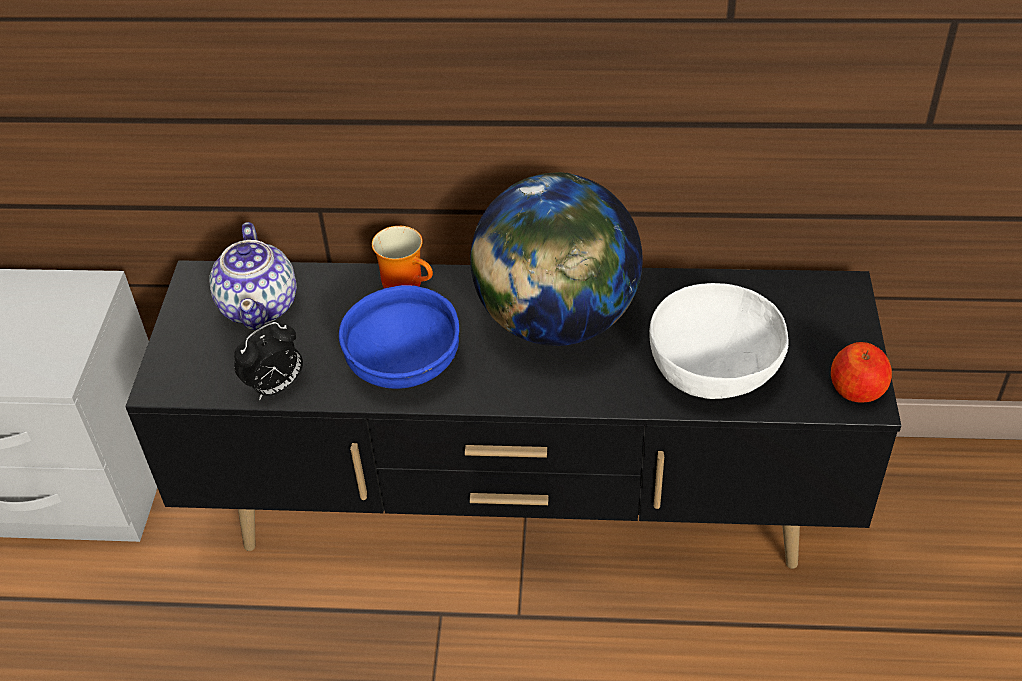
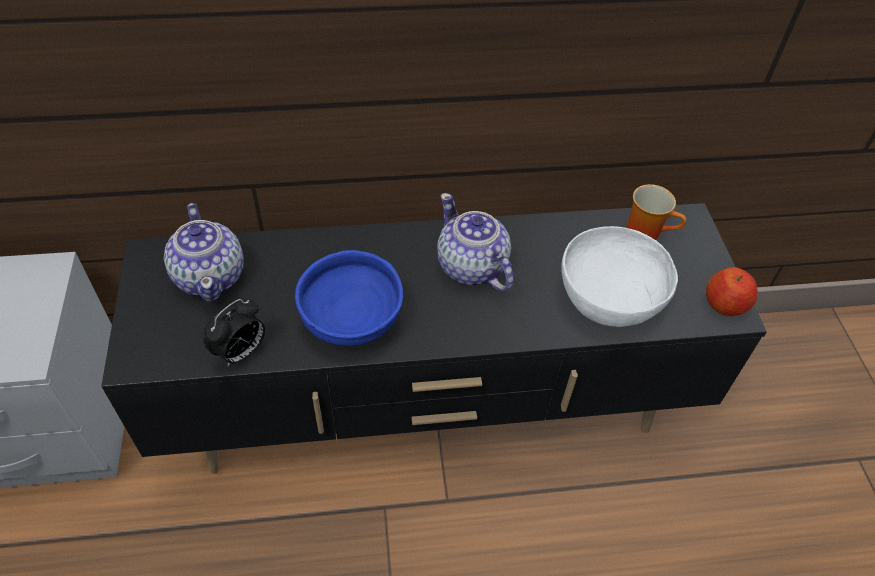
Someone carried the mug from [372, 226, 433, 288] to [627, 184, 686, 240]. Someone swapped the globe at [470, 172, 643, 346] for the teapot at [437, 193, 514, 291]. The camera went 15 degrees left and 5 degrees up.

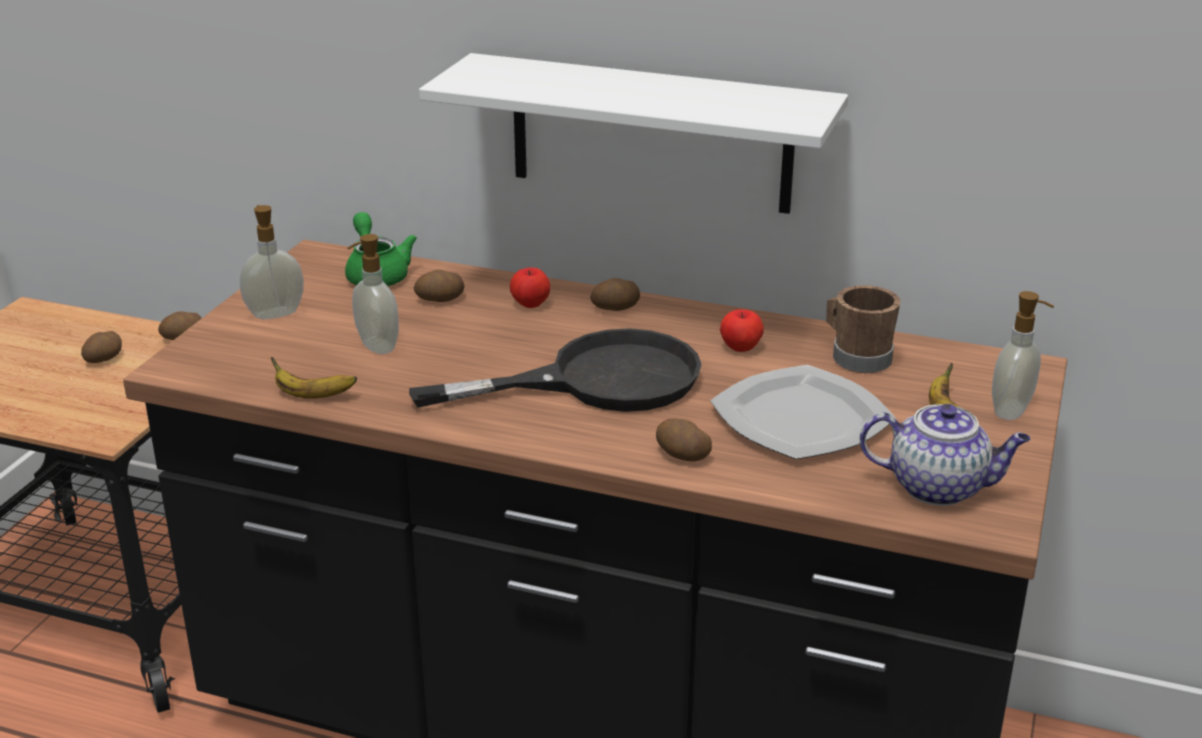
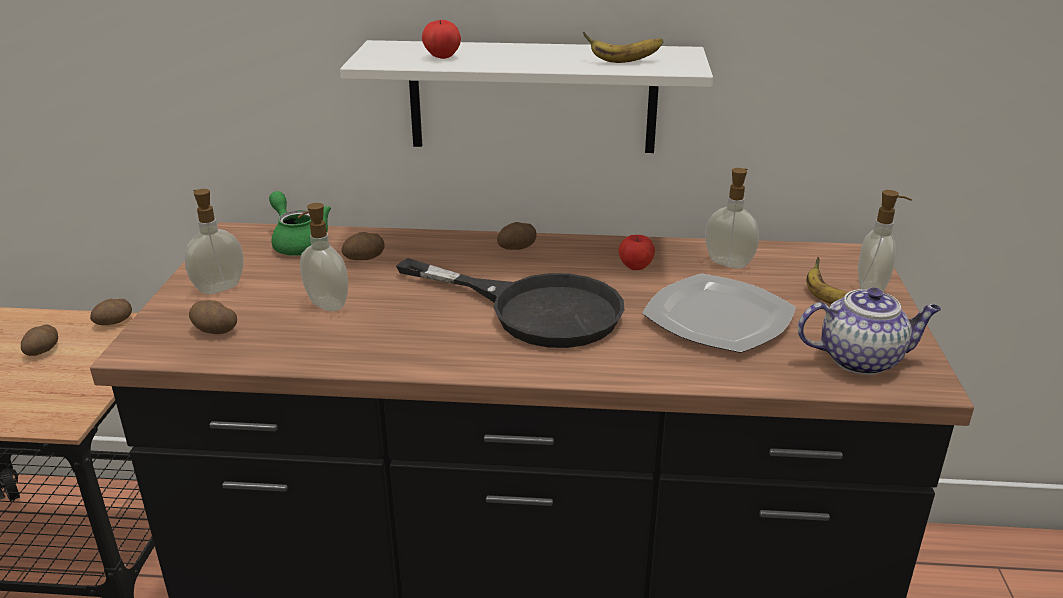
Someone carried the banana from [271, 357, 357, 399] to [583, 32, 663, 63]. Someone carried the apple from [510, 267, 550, 308] to [422, 20, 461, 59]. Someone carried the potato from [656, 418, 712, 461] to [189, 300, 237, 334]. Someone swapped the brown_mug at [826, 285, 901, 373] for the soap_dispenser at [705, 168, 759, 269]. Someone rotated the black_frying_pan at [409, 328, 702, 412] by 60 degrees clockwise. The camera went 15 degrees left and 0 degrees up.

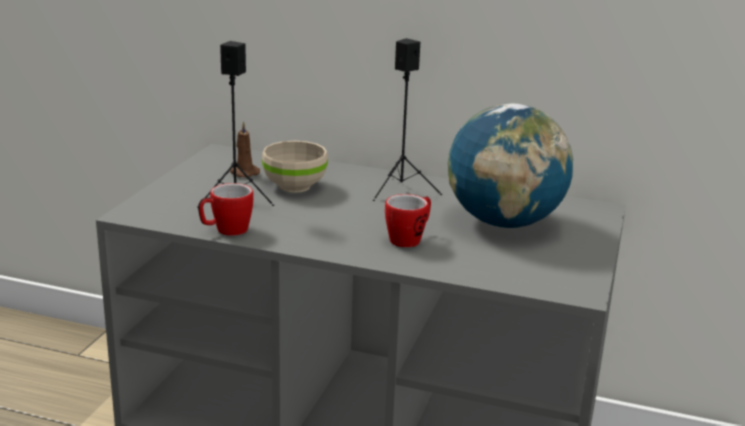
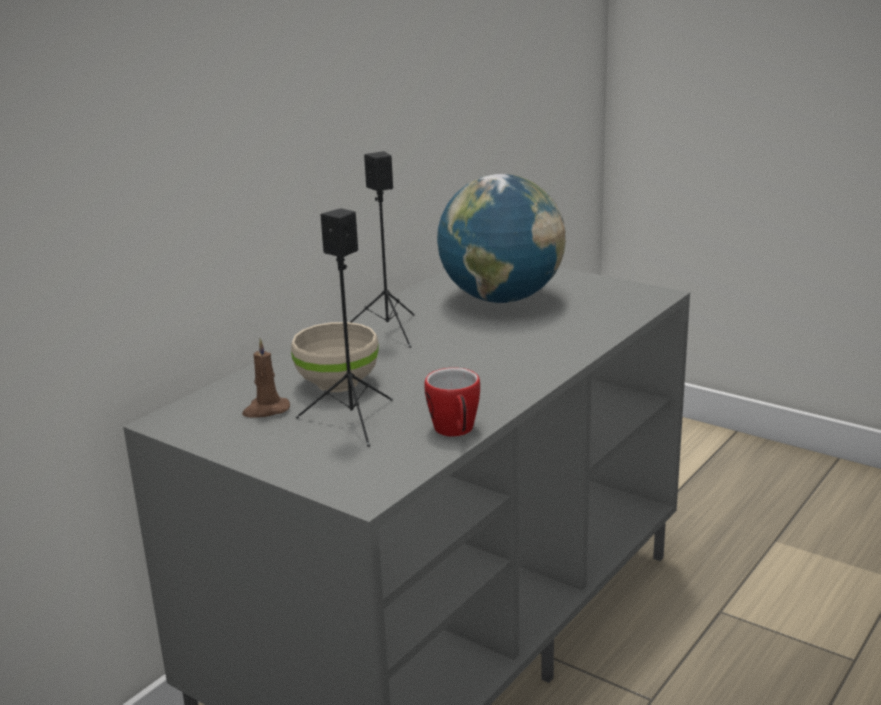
Someone took away the mug at [385, 194, 431, 247]. The camera went 70 degrees left and 0 degrees up.

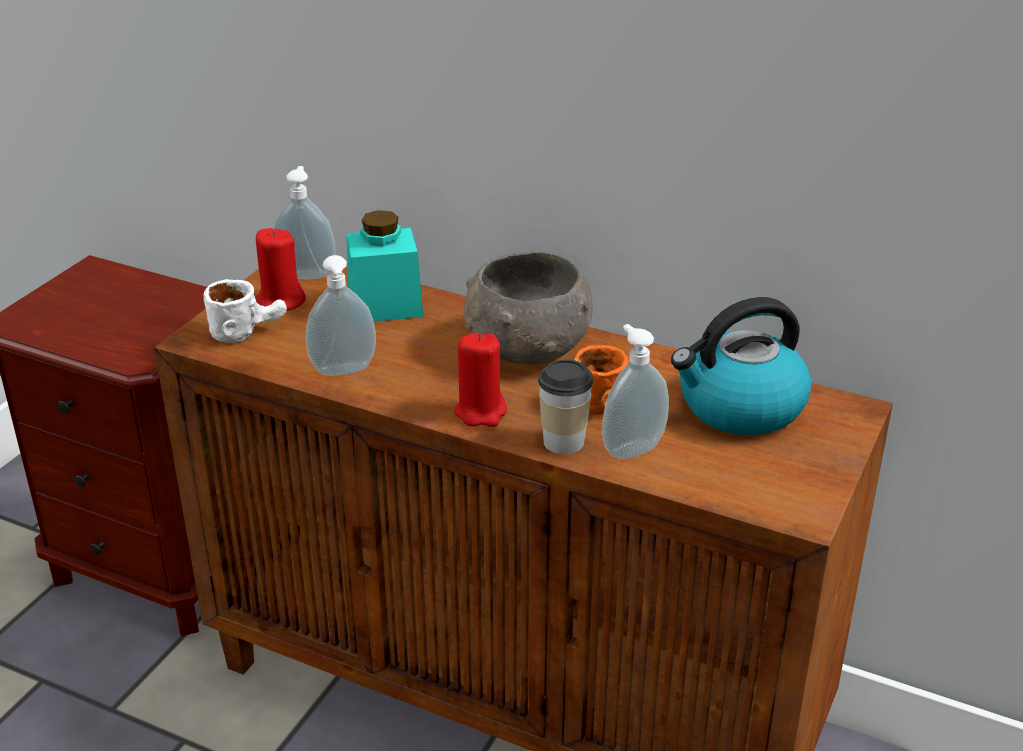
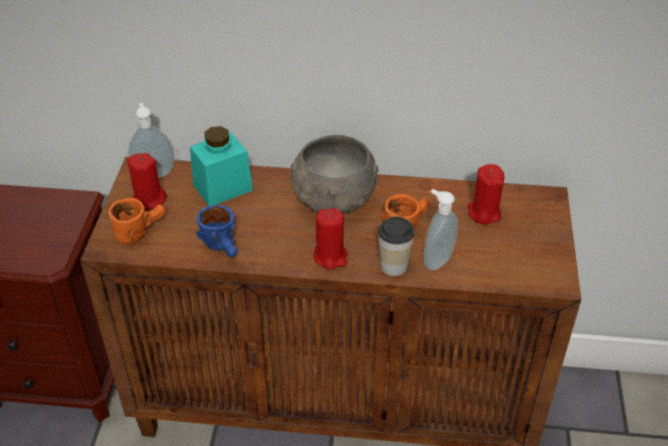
Someone swapped the soap_dispenser at [306, 255, 376, 376] for the blue_mug at [196, 205, 237, 257]. Someone swapped the kettle at [671, 297, 811, 435] for the red_candle at [468, 164, 505, 225]. Someone repainted the white_mug at [203, 279, 287, 343], which became the orange_mug at [108, 198, 166, 244]. The camera went 20 degrees left and 10 degrees up.

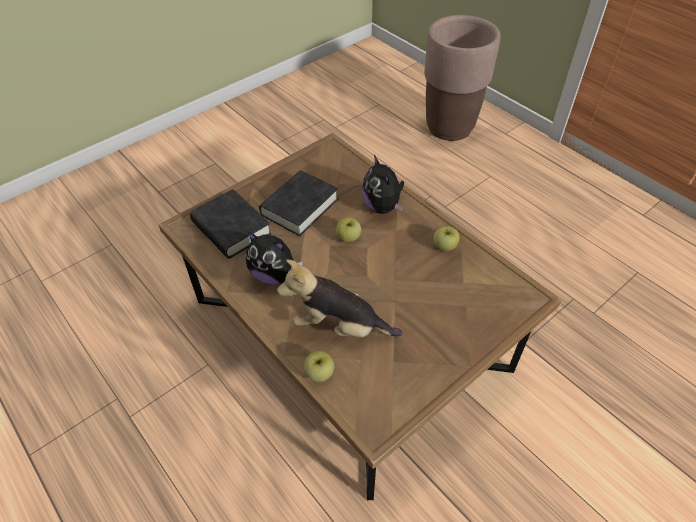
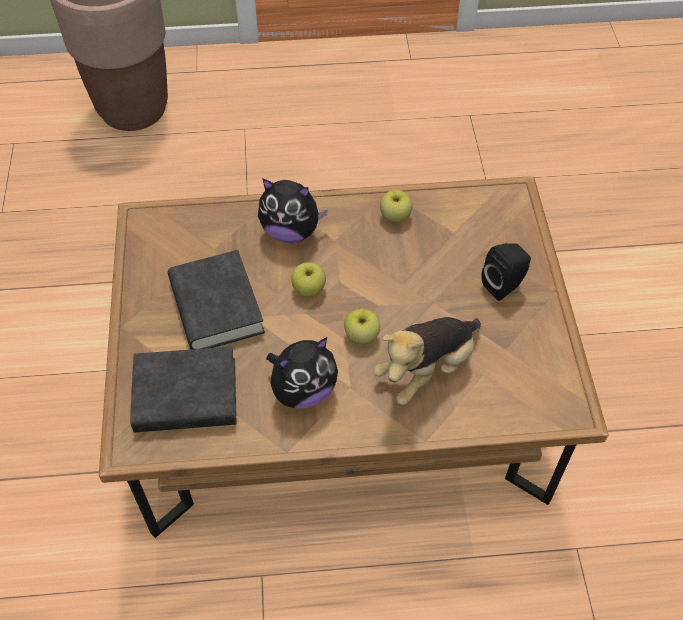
Someone put down the black_speaker at [481, 243, 531, 301]. Someone carried the apple from [304, 351, 334, 382] to [344, 309, 380, 344]. The camera went 55 degrees left and 5 degrees up.

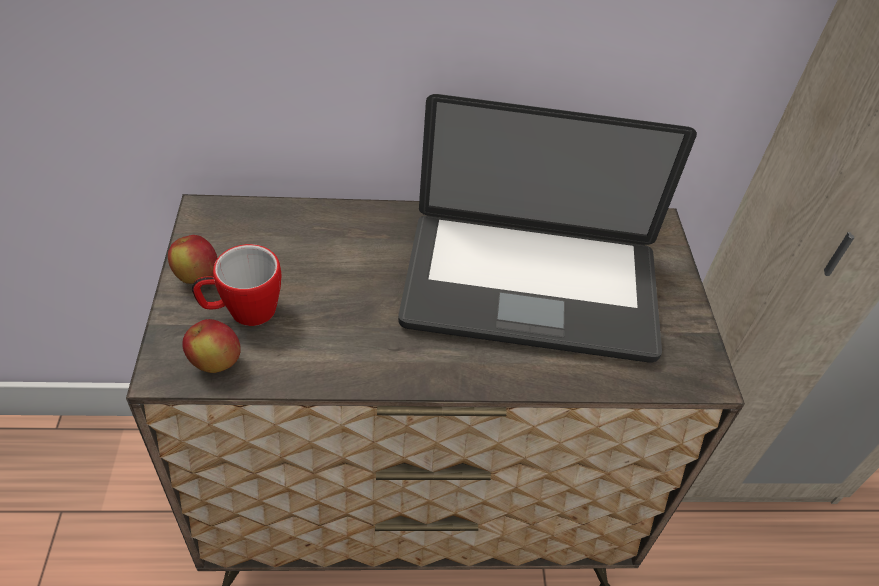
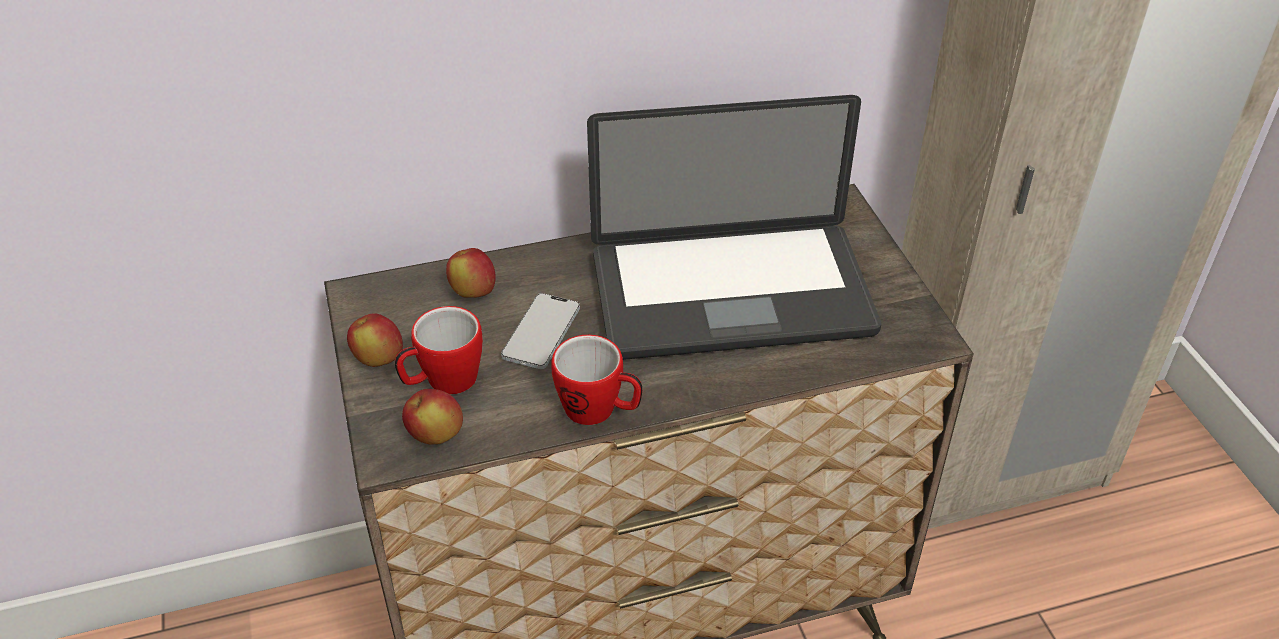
Someone put down the apple at [446, 248, 496, 298]. Someone put down the phone at [501, 293, 580, 369]. Someone put down the mug at [551, 335, 642, 425]. The camera went 10 degrees left and 5 degrees down.

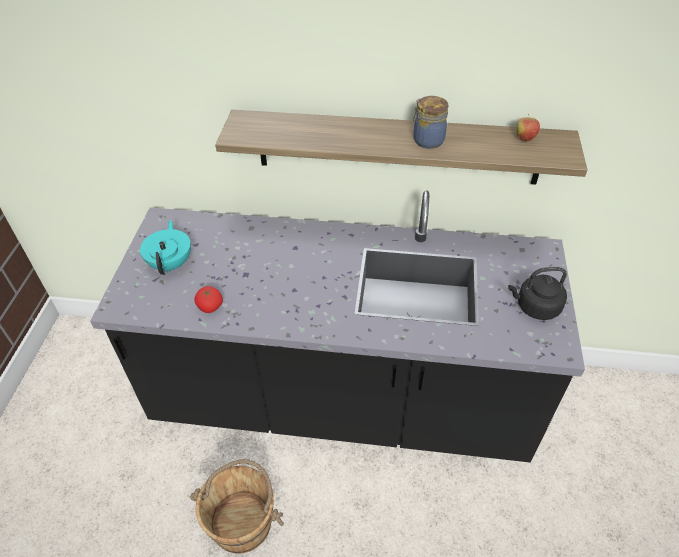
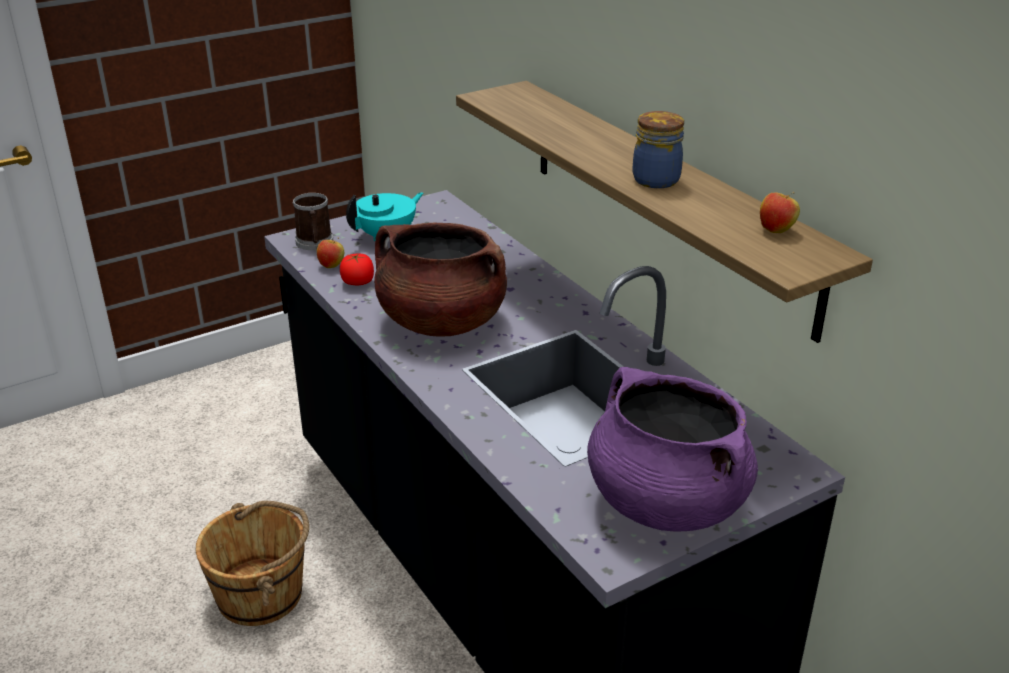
Someone put down the mug at [292, 193, 333, 250]. Someone put down the apple at [317, 238, 344, 268]. Someone put down the brown_cooking_pot at [374, 223, 507, 337]. Someone swapped the black_kettle at [508, 267, 567, 320] for the purple_cooking_pot at [587, 367, 758, 531]. The camera went 50 degrees right and 15 degrees down.

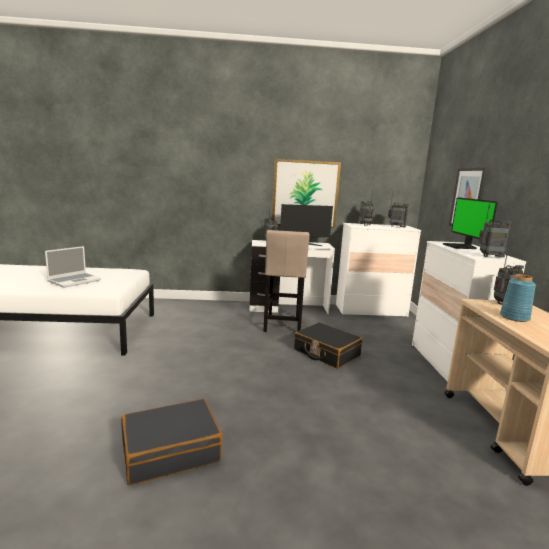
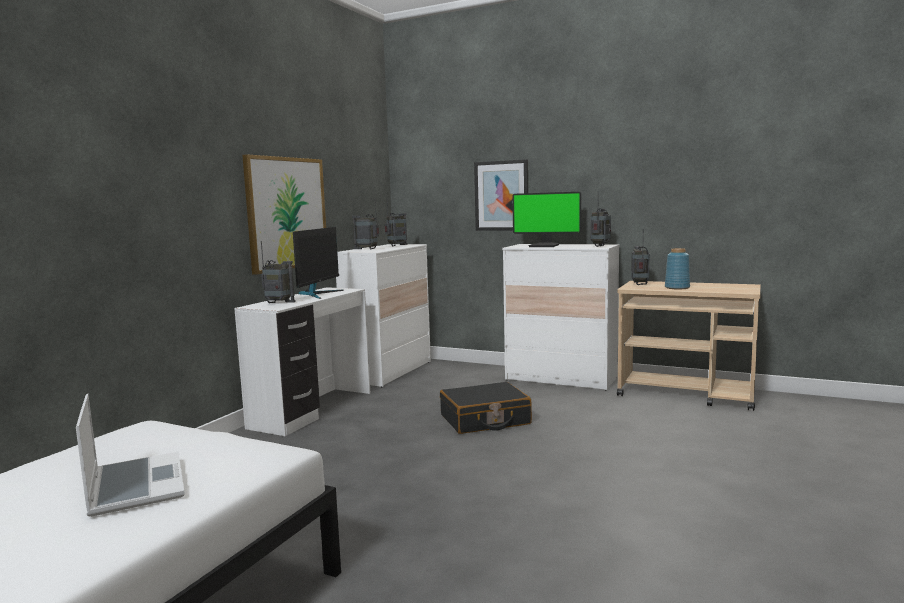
Someone took away the black_suitcase at [121, 399, 222, 485]. Someone took away the beige_stool at [263, 230, 310, 332]. The camera went 60 degrees left and 5 degrees down.

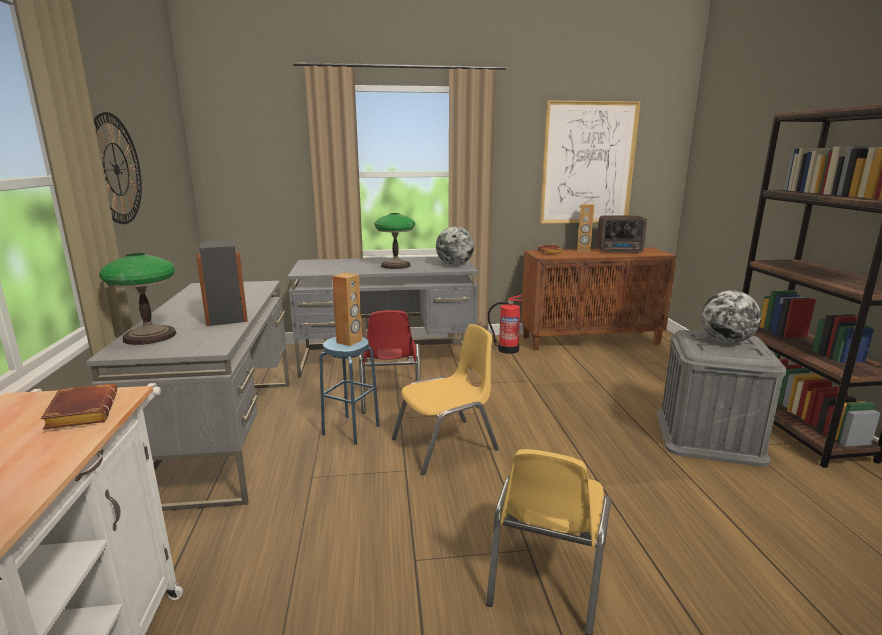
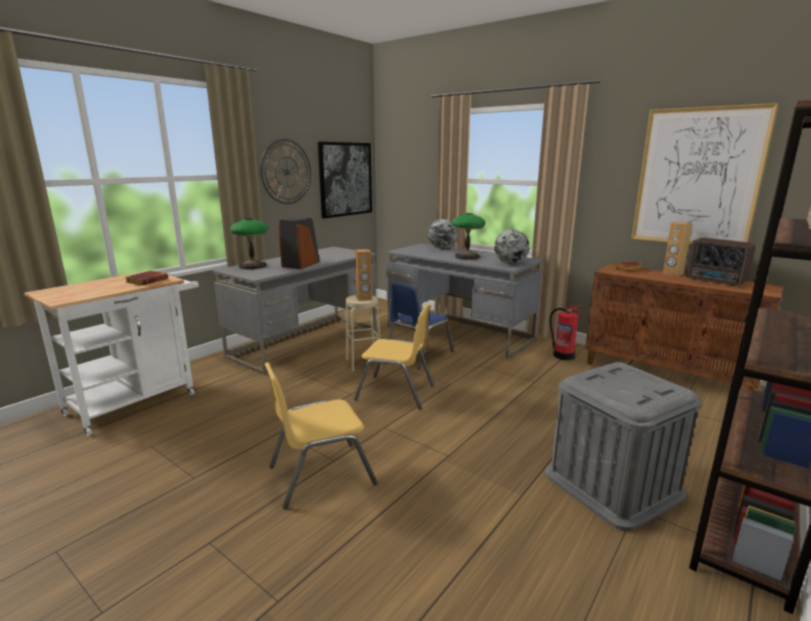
Someone put up the picture at [318, 142, 372, 219]. Someone carried the globe from [701, 290, 761, 343] to [428, 219, 458, 249]. Someone repainted the blue_stool at [319, 337, 380, 445], which became the beige_stool at [345, 295, 382, 371]. Someone repainted the red_chair at [359, 310, 421, 413], which became the blue_chair at [388, 283, 454, 369]. The camera went 45 degrees right and 0 degrees up.

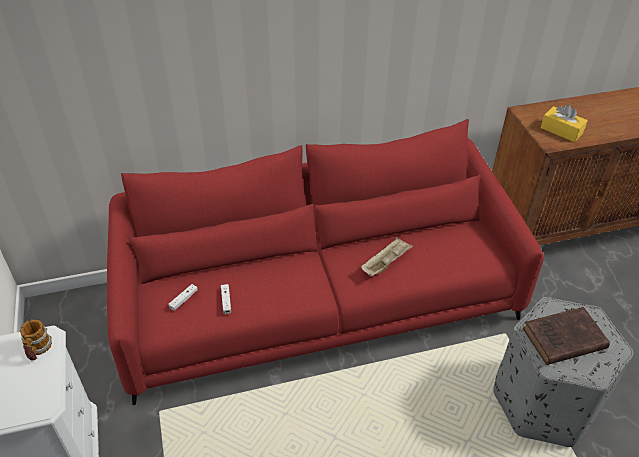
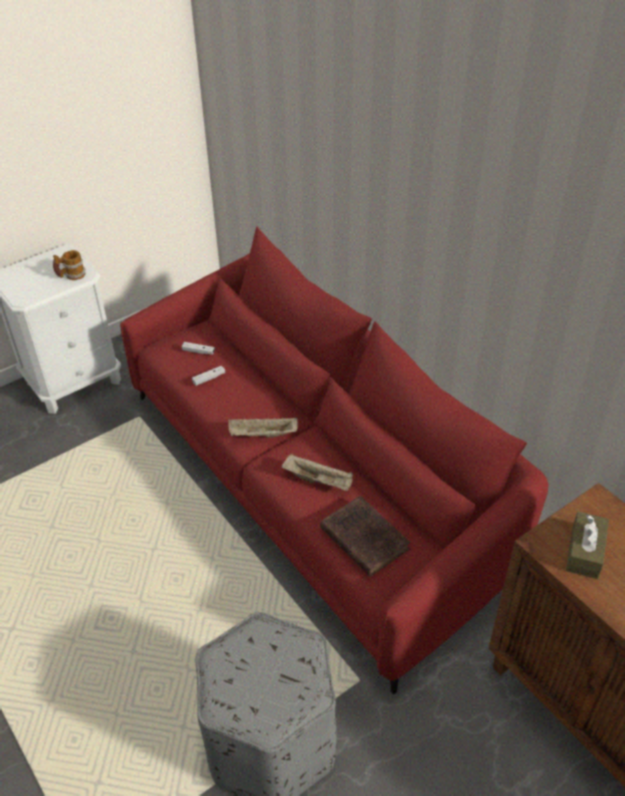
Someone put down the beige_tray at [228, 418, 298, 438]. Someone carried the brown_book from [523, 307, 610, 365] to [320, 496, 410, 577]. Someone repainted the yellow_tissue_box at [541, 104, 588, 142], which became the brown_tissue_box at [566, 511, 609, 579]. The camera went 70 degrees right and 0 degrees up.

